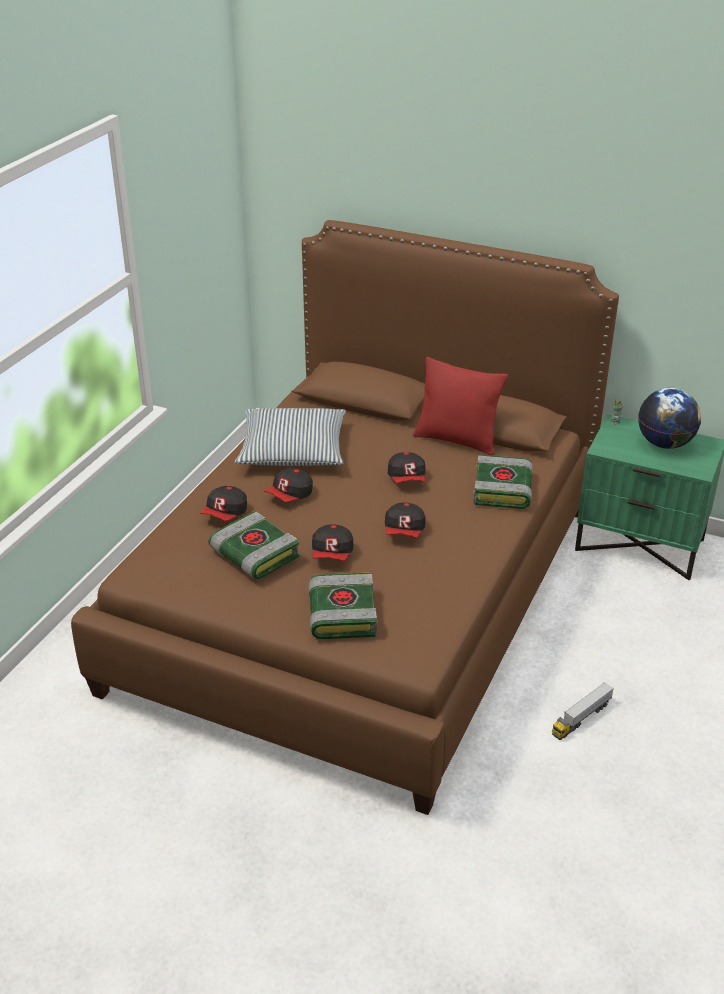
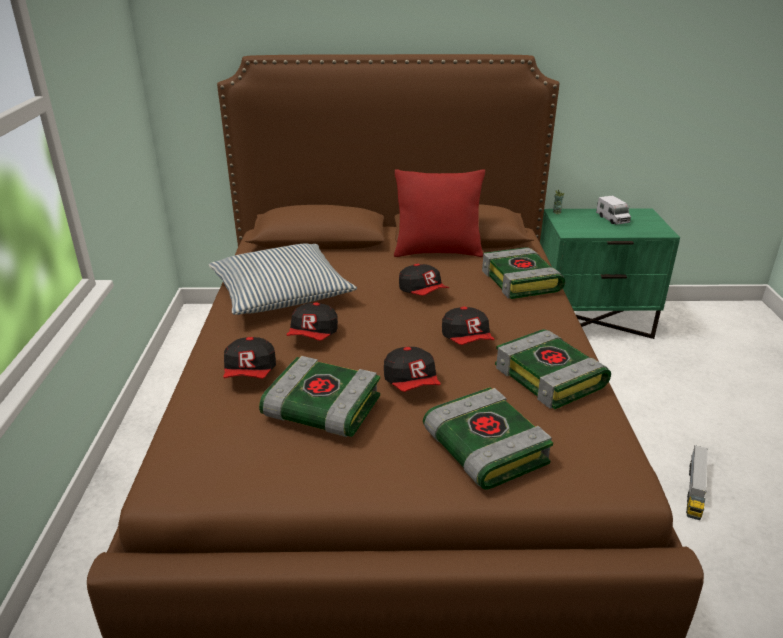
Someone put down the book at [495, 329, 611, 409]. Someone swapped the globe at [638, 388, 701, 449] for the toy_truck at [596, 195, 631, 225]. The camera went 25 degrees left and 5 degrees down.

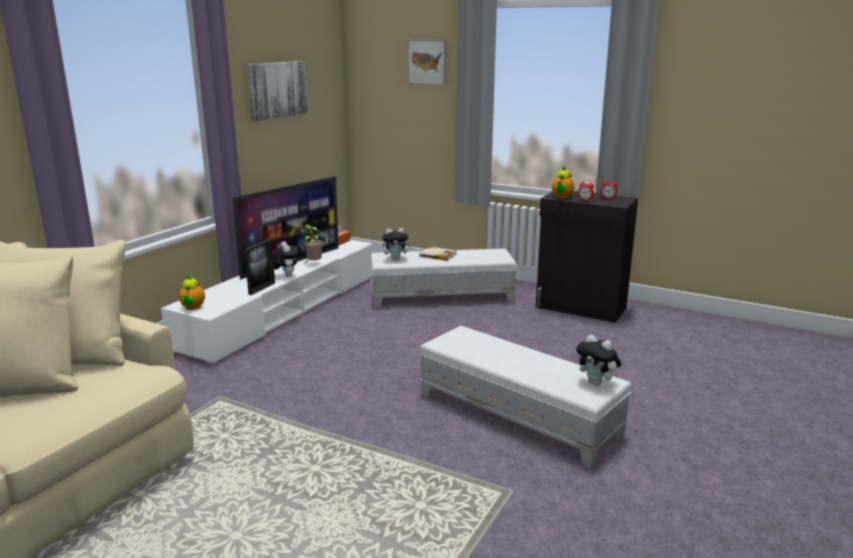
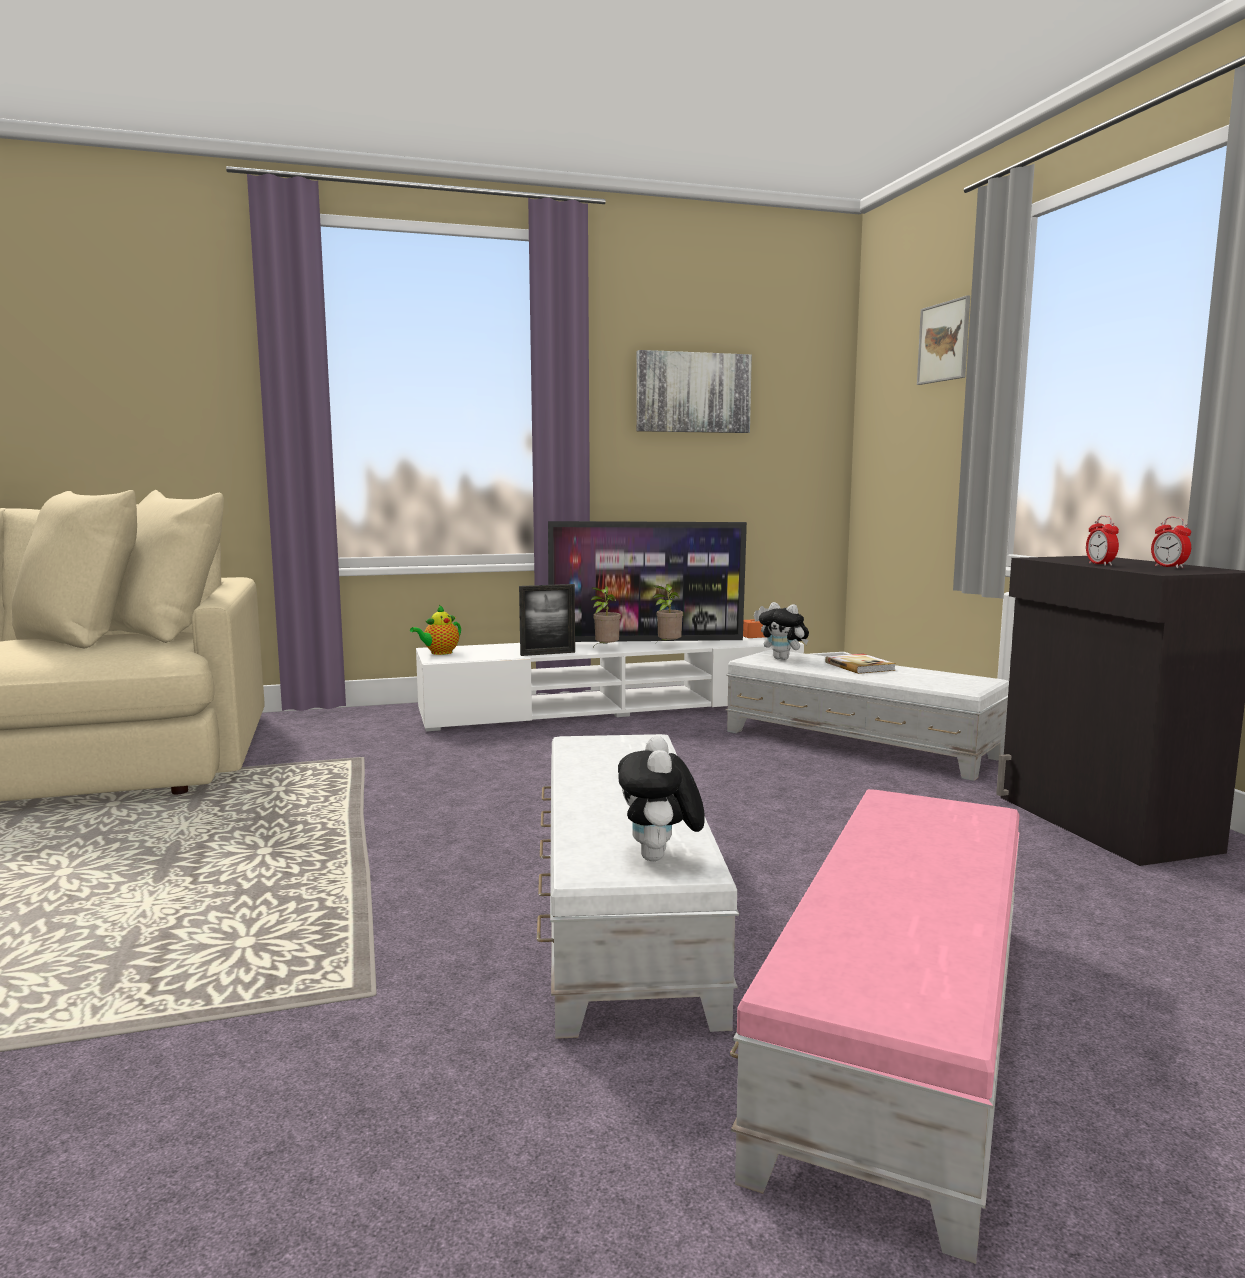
Someone took away the teapot at [552, 166, 574, 198]. Someone put down the pink_ottoman at [730, 789, 1020, 1264]. Someone swapped the plush_toy at [273, 241, 299, 277] for the potted_plant at [591, 586, 621, 647]. The camera went 45 degrees right and 10 degrees down.

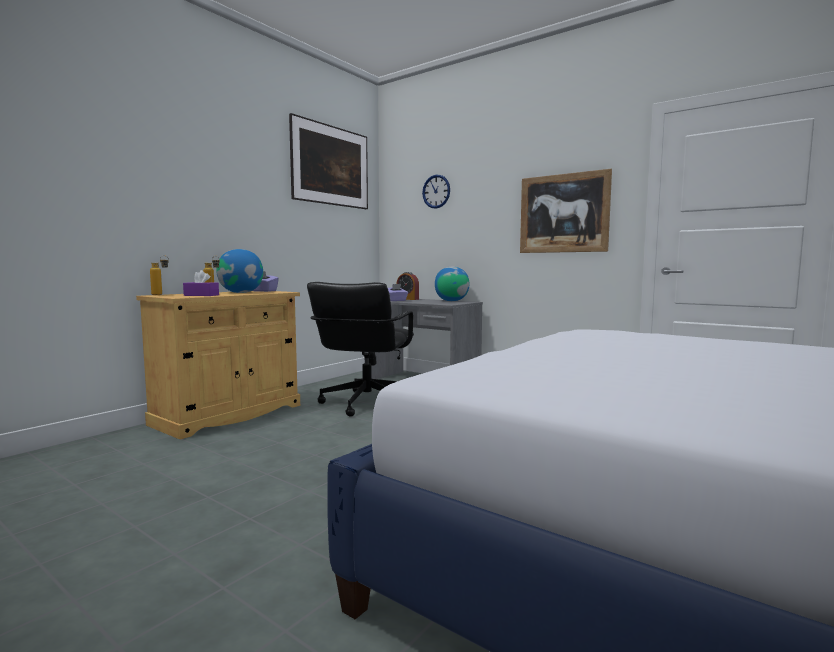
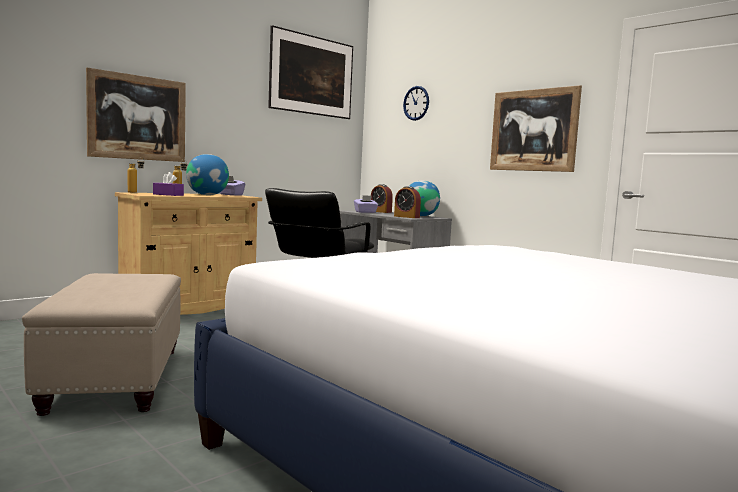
Someone put down the beige_ottoman at [22, 273, 181, 416]. Someone put up the picture at [86, 68, 186, 162]. Someone put down the alarm_clock at [394, 186, 421, 218]. The camera went 10 degrees right and 0 degrees up.

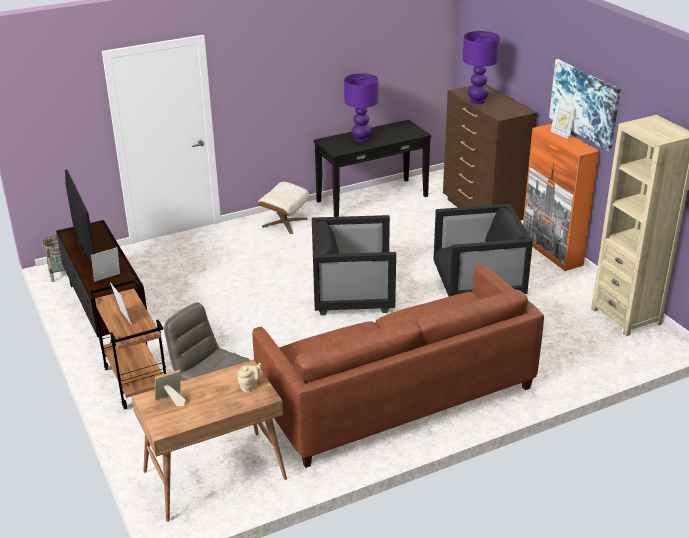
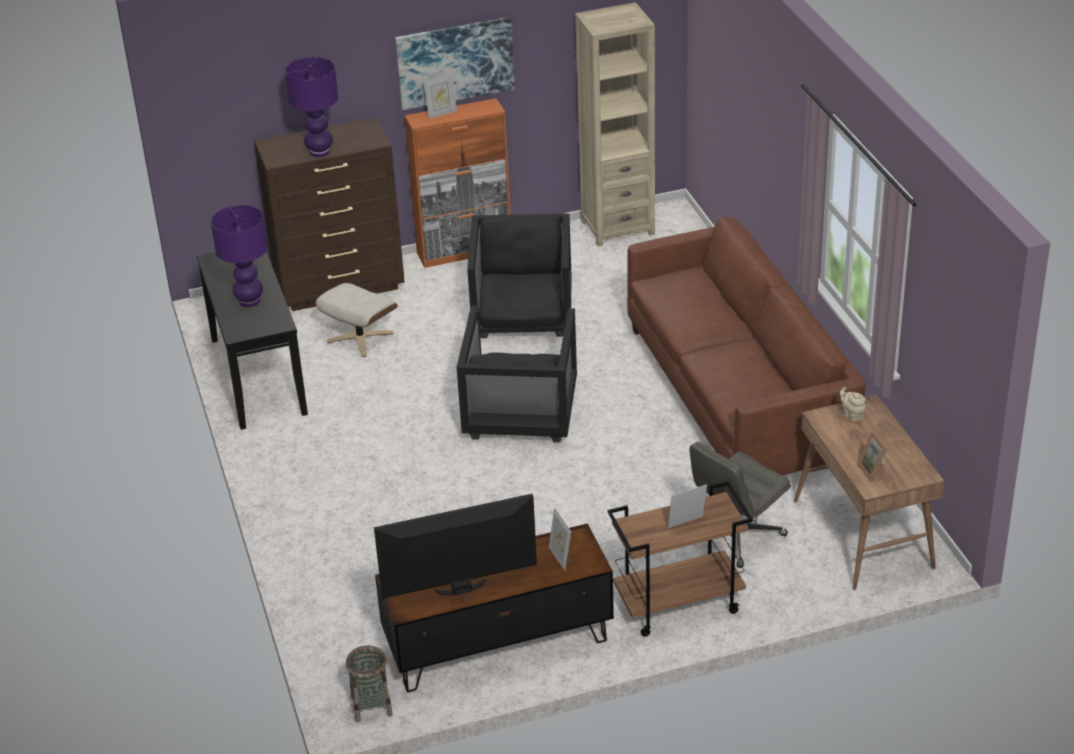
Someone carried the beige_ottoman from [258, 182, 309, 234] to [316, 283, 398, 357]. The camera went 80 degrees left and 5 degrees up.

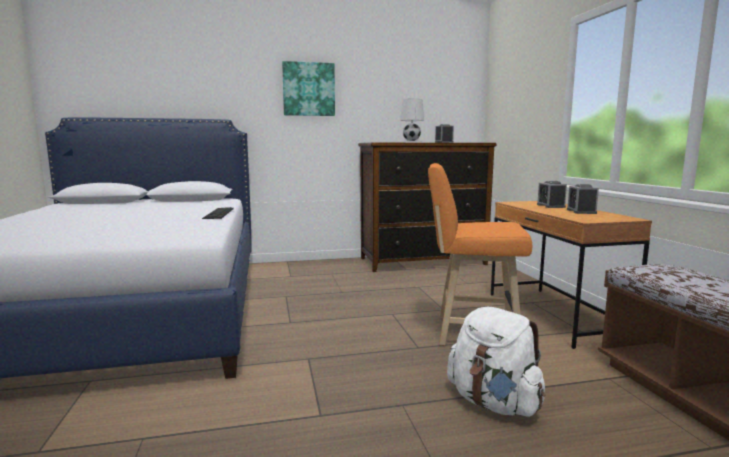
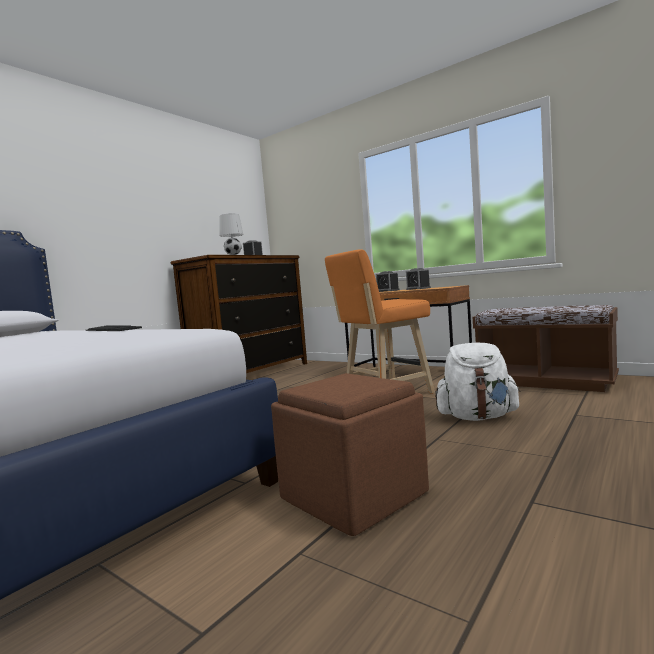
Someone took away the picture at [282, 61, 335, 116]. Someone put down the brown_ottoman at [271, 373, 429, 536]. The camera went 40 degrees left and 5 degrees down.

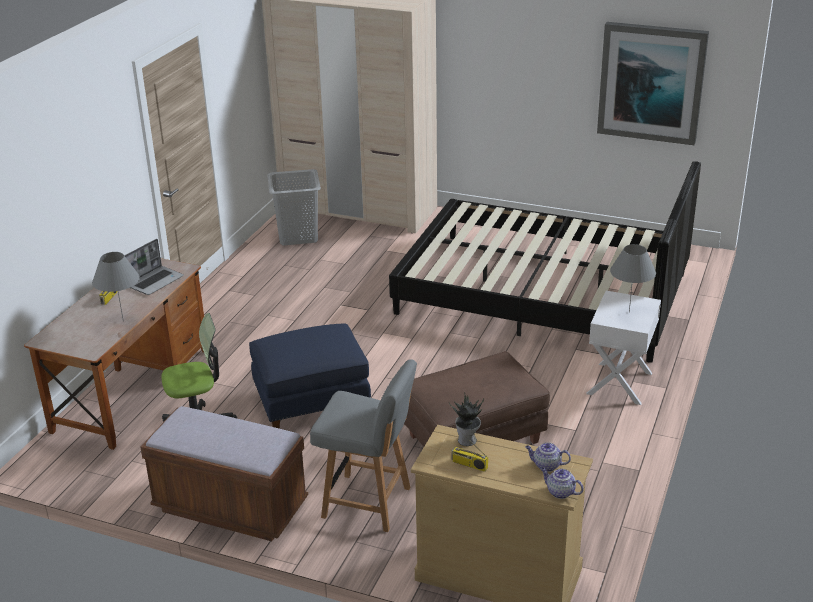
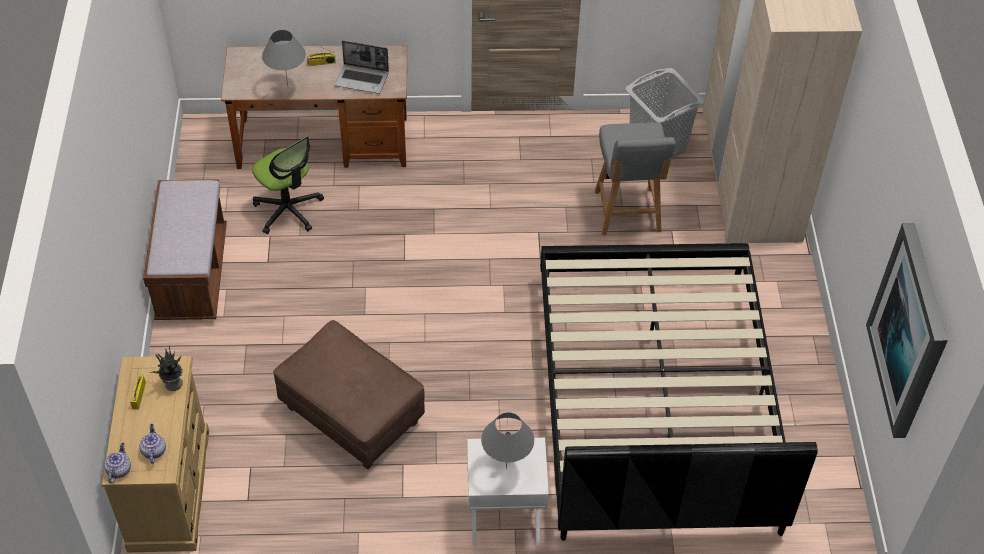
Someone took away the blue_ottoman at [249, 324, 371, 429]. Someone carried the grey_chair from [310, 359, 417, 532] to [595, 122, 675, 235]. The camera went 65 degrees right and 20 degrees up.

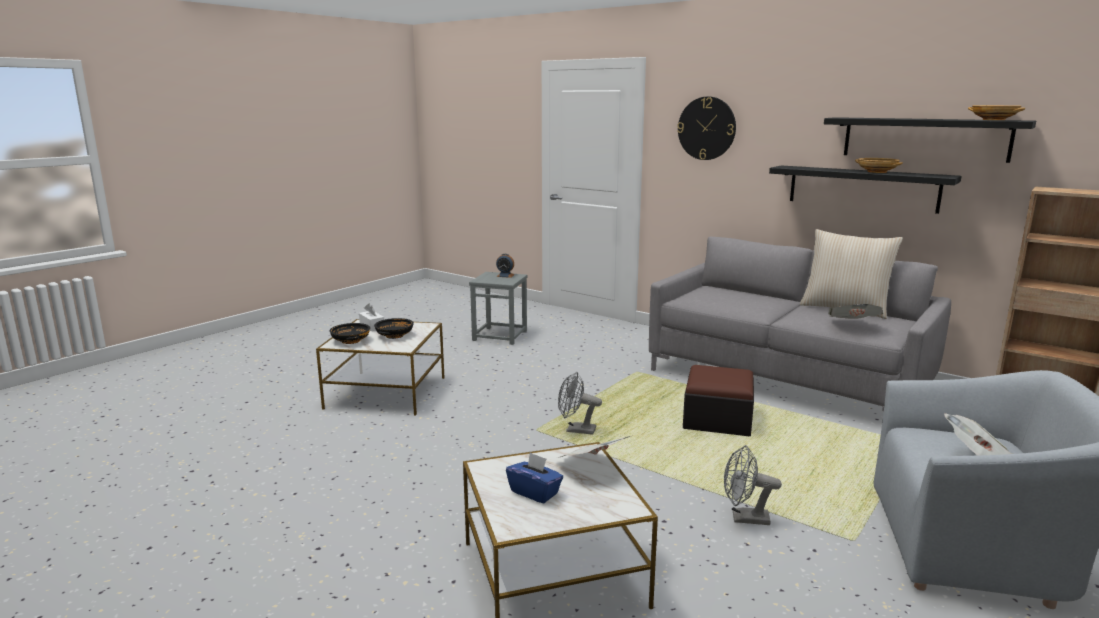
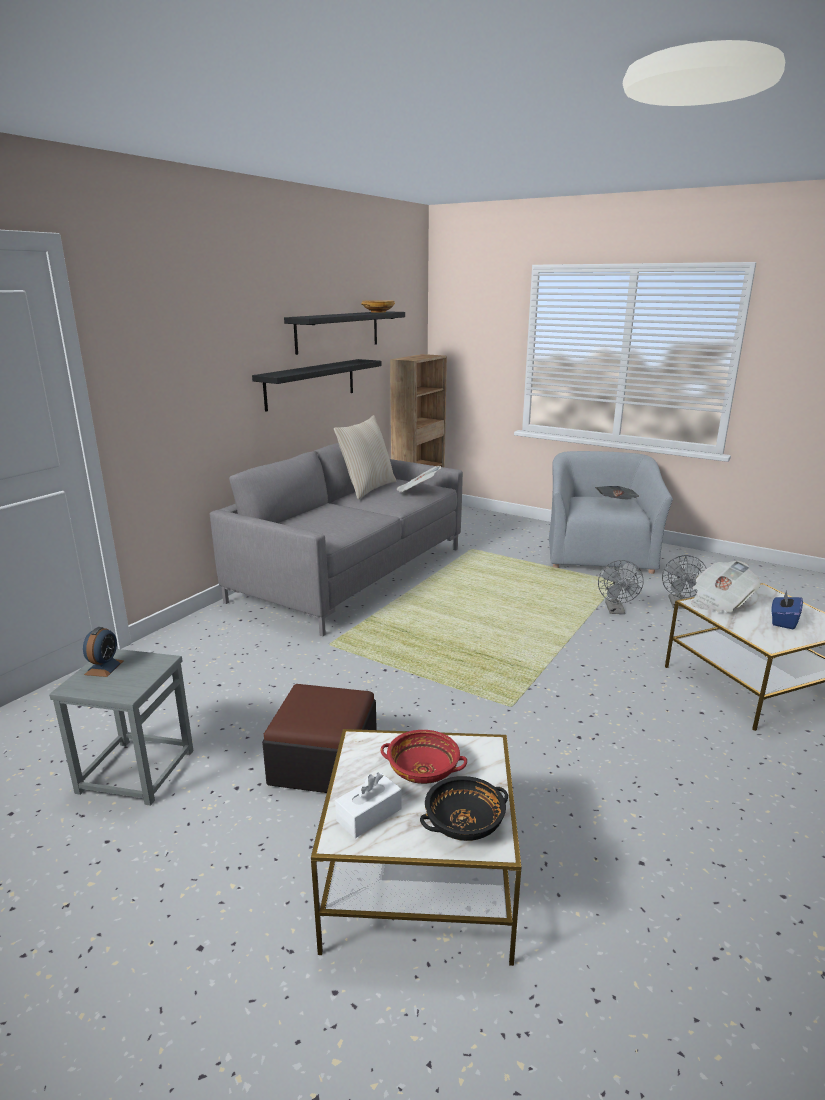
Someone took away the wall_clock at [677, 96, 736, 160]. Someone took away the beige_bowl at [855, 158, 903, 173]. Someone carried the grey_fan from [558, 372, 602, 435] to [662, 555, 707, 609]. Someone carried the ottoman from [683, 365, 754, 436] to [262, 684, 377, 793]. Someone repainted the black_bowl at [374, 318, 414, 339], which became the red_bowl at [381, 730, 467, 784]. The camera went 95 degrees left and 5 degrees up.

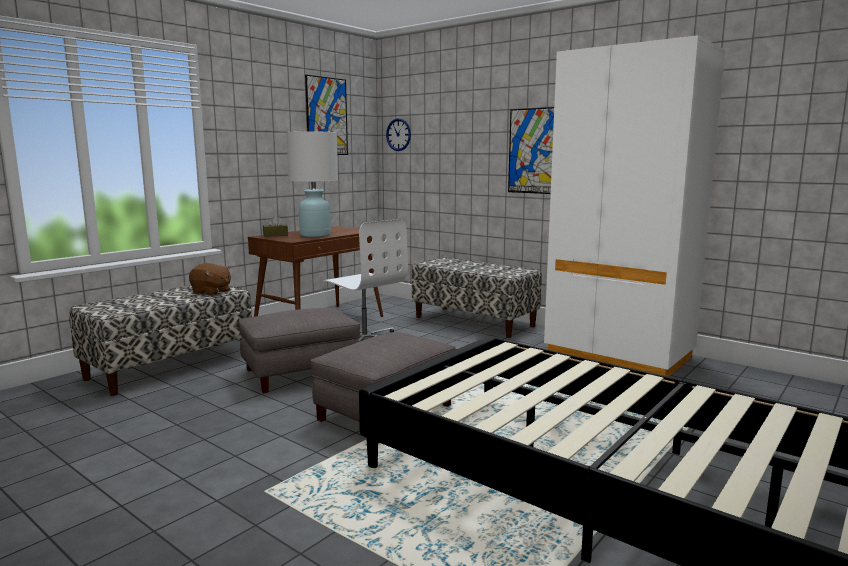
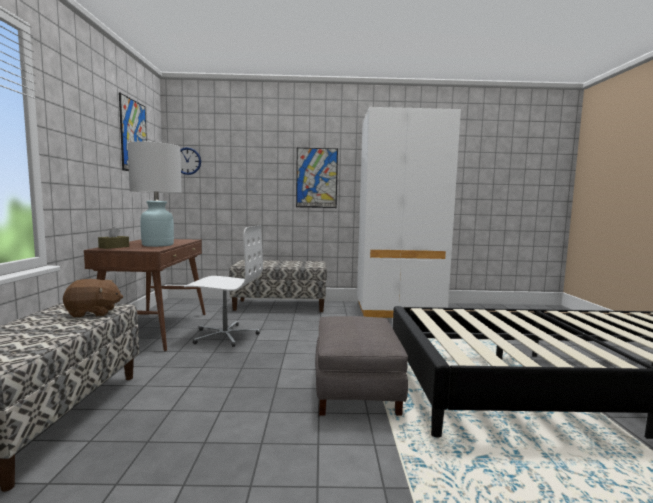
Someone took away the grey_ottoman at [239, 308, 360, 393]. The camera went 40 degrees left and 5 degrees down.

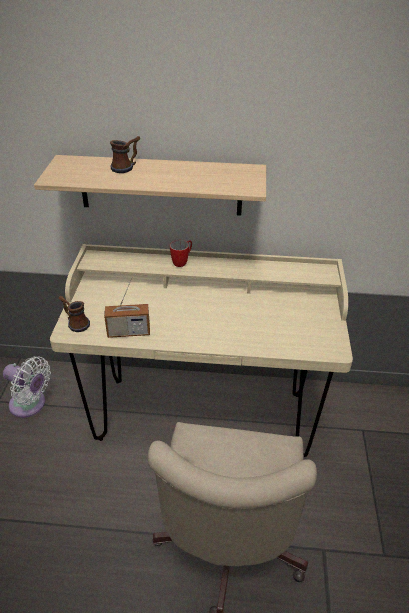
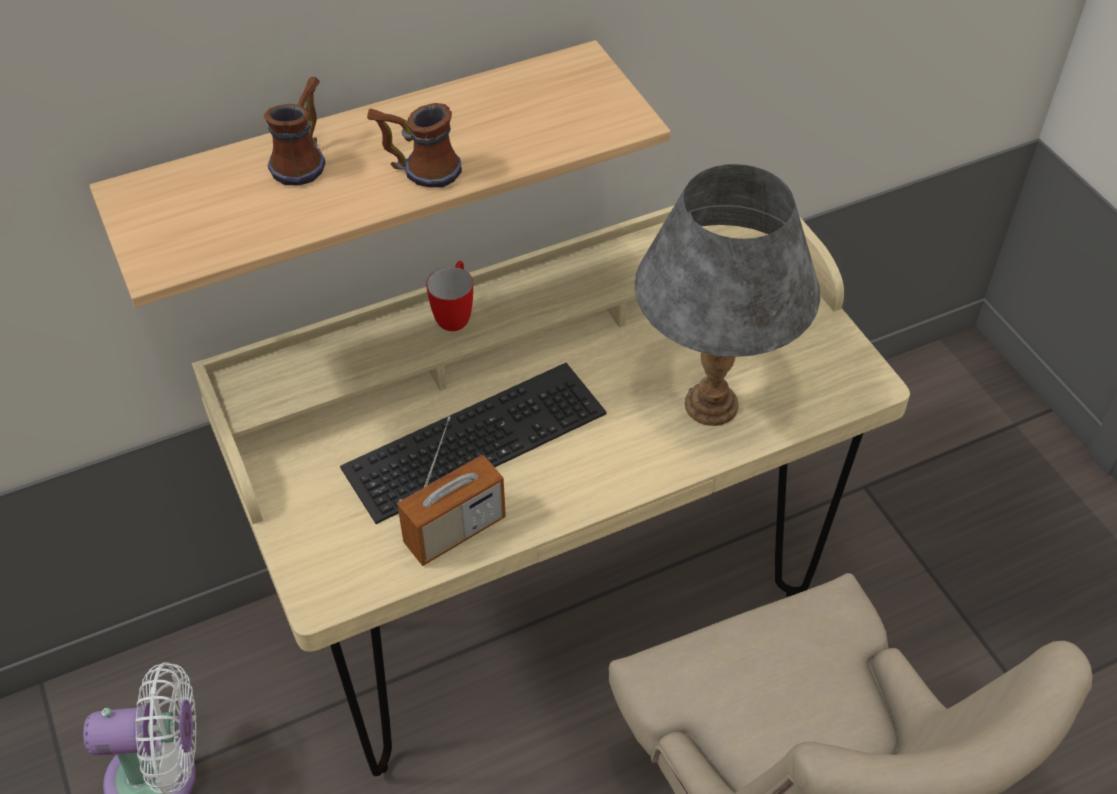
Someone put down the keyboard at [340, 363, 607, 524]. Someone put down the grey_table_lamp at [635, 164, 820, 426]. Someone carried the mug from [58, 296, 90, 332] to [367, 103, 462, 188]. The camera went 30 degrees left and 10 degrees up.

